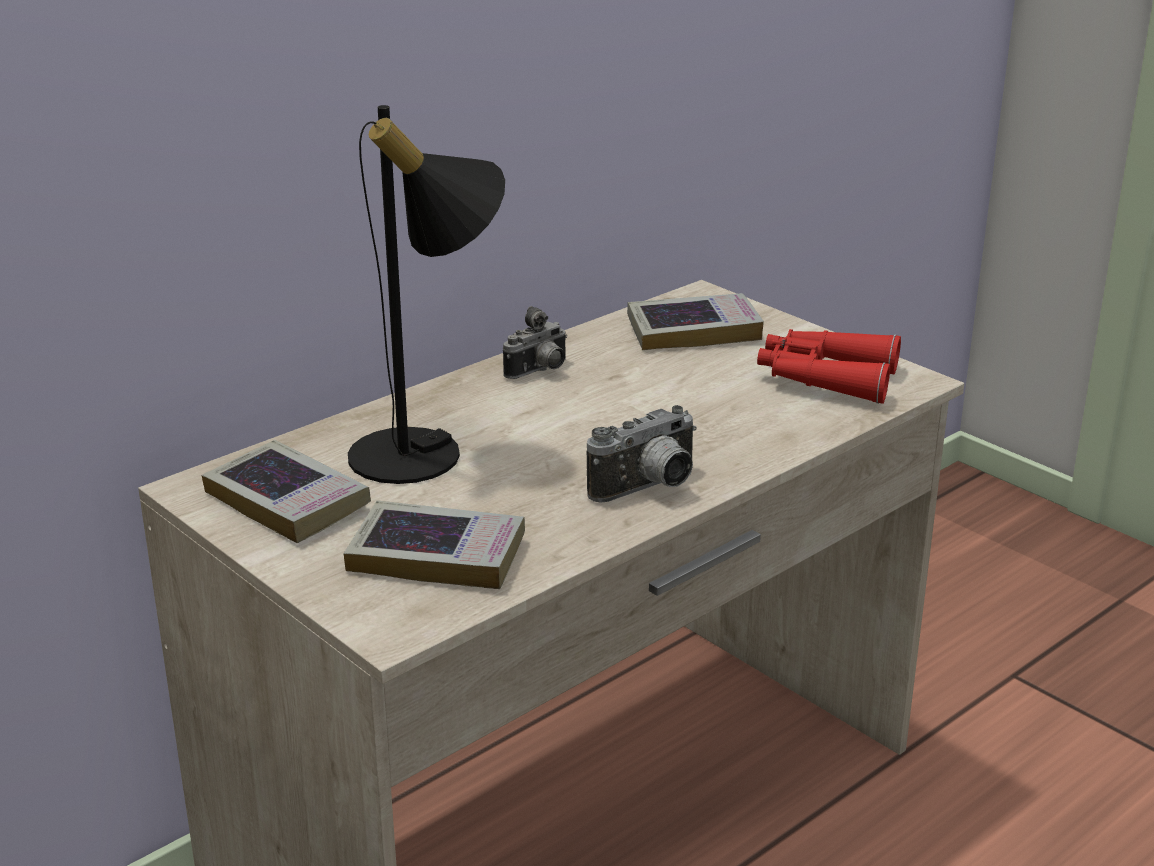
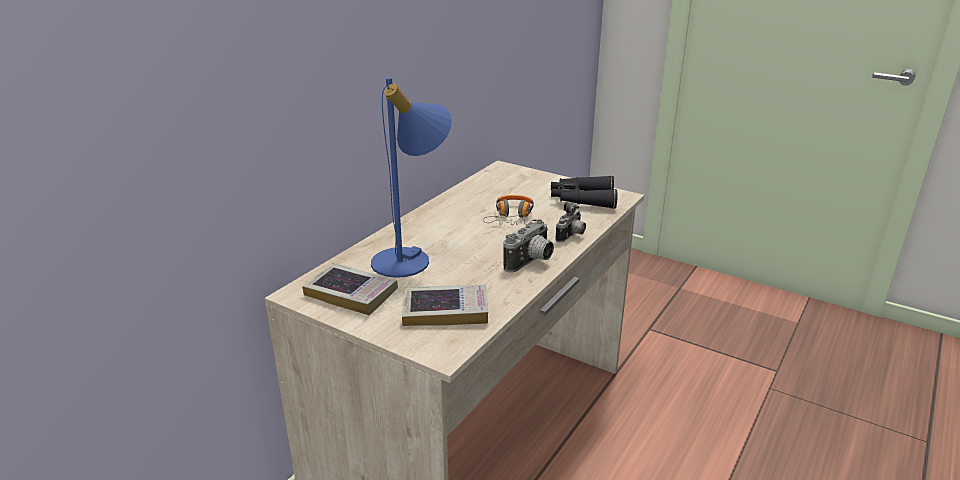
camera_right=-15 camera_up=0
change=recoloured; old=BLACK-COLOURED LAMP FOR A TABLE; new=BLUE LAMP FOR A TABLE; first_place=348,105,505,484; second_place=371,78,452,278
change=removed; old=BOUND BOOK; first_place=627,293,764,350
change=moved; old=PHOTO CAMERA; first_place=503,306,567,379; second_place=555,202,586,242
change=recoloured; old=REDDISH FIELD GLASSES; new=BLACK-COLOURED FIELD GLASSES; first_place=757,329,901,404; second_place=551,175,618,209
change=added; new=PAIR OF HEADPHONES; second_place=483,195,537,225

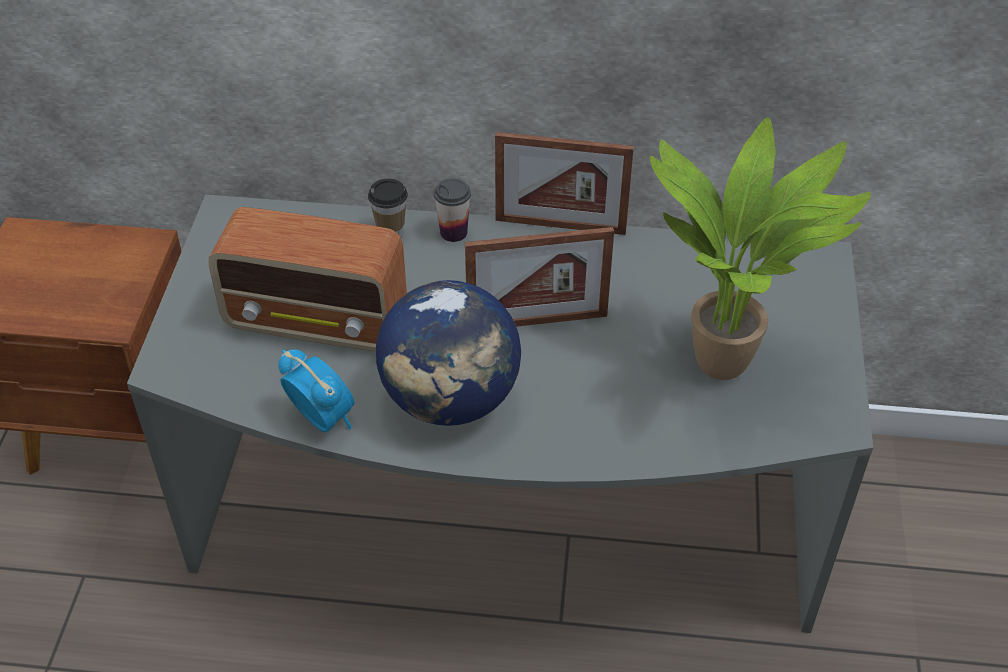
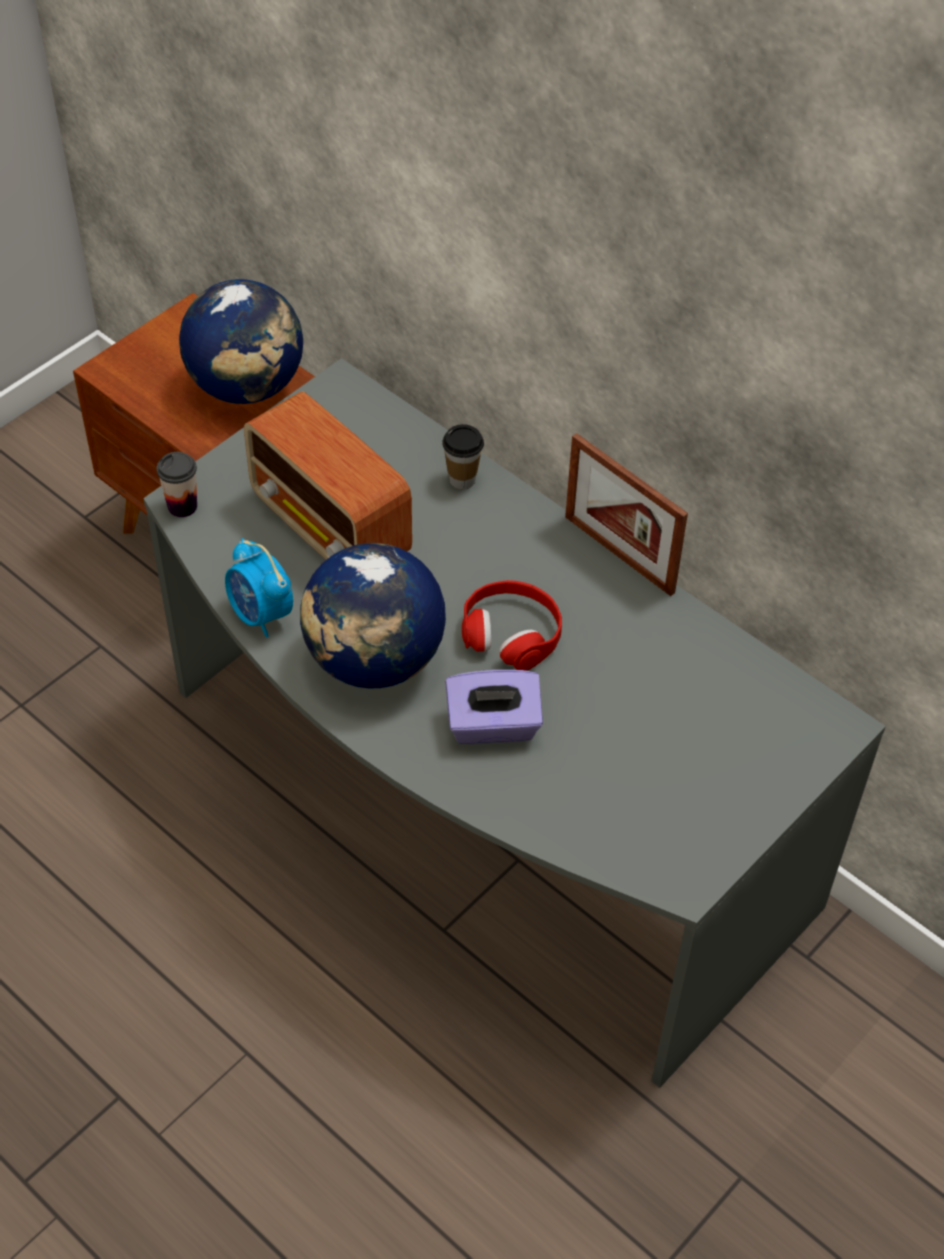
camera_right=35 camera_up=5
change=removed; old=POTTED PLANT; first_place=650,117,871,380
change=moved; old=SMALL CUP; first_place=434,178,471,242; second_place=156,452,197,517
change=replaced; old=PICTURE FRAME; new=REDDISH PAIR OF HEADPHONES; first_place=465,227,614,327; second_place=462,580,562,671
change=turned; old=TABLE CLOCK; first_place=278,349,354,432; second_place=225,538,293,638; degrees=150
change=added; new=WORLD GLOBE; second_place=179,279,303,404
change=added; new=PURPLE-COLOURED TISSUE BOX; second_place=445,670,543,744

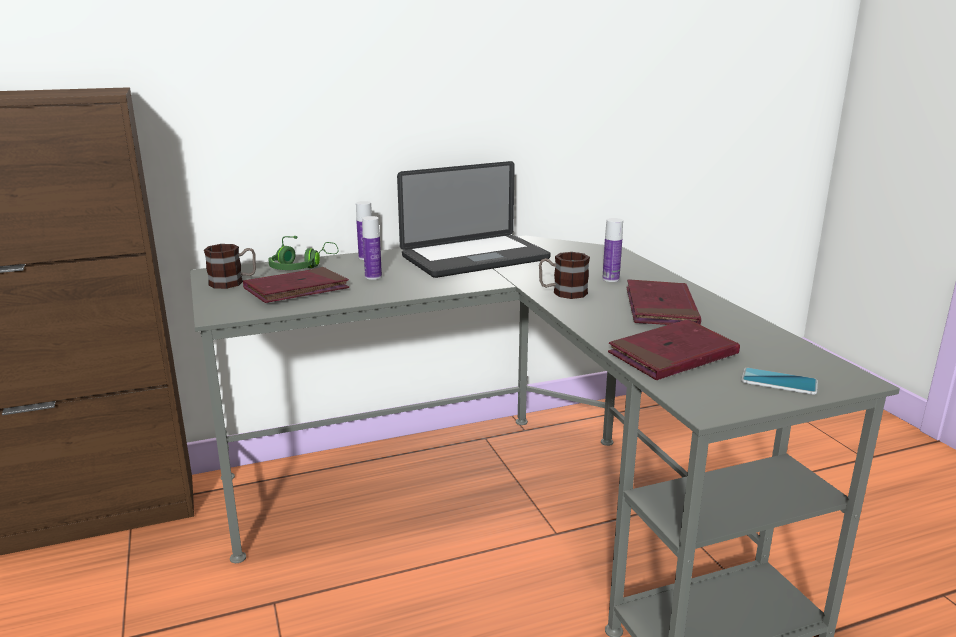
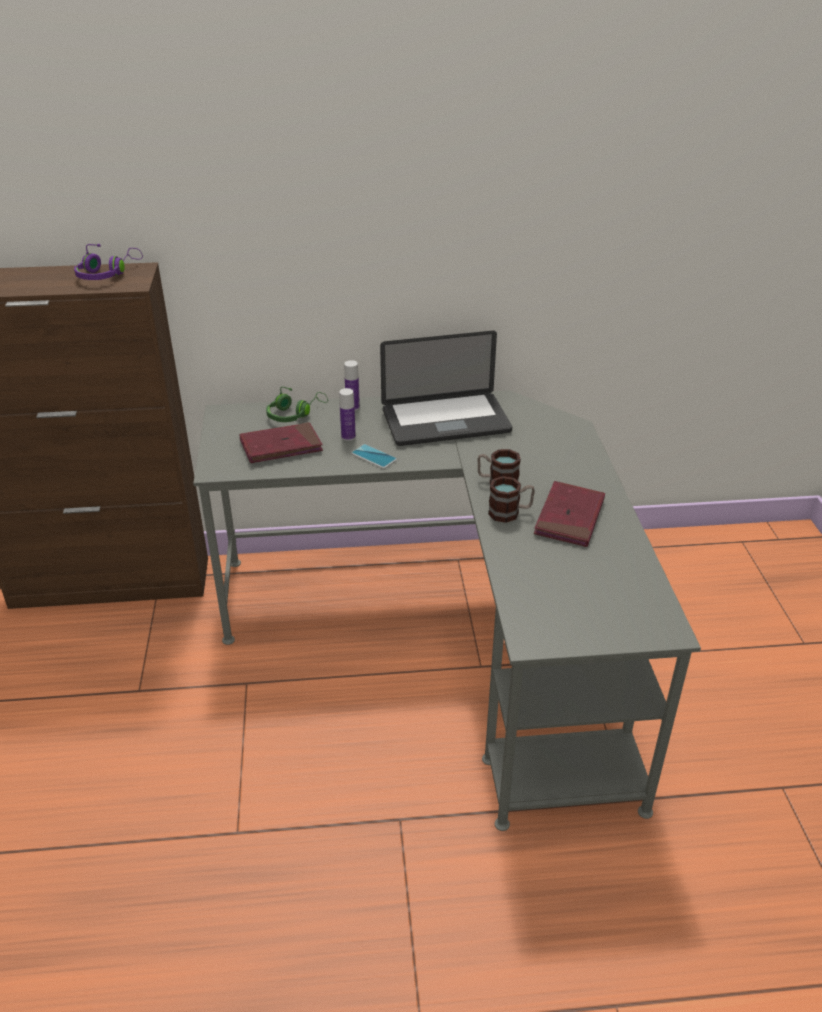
camera_right=15 camera_up=15
change=removed; old=BEVERAGE BOTTLE; first_place=602,218,623,282
change=moved; old=MUG; first_place=204,244,256,289; second_place=488,476,535,523
change=removed; old=REDDISH BOUND BOOK; first_place=608,319,740,380
change=moved; old=PHONE; first_place=741,367,818,395; second_place=351,444,397,469
change=added; new=PURPLE-COLOURED PAIR OF HEADPHONES; second_place=74,244,143,280

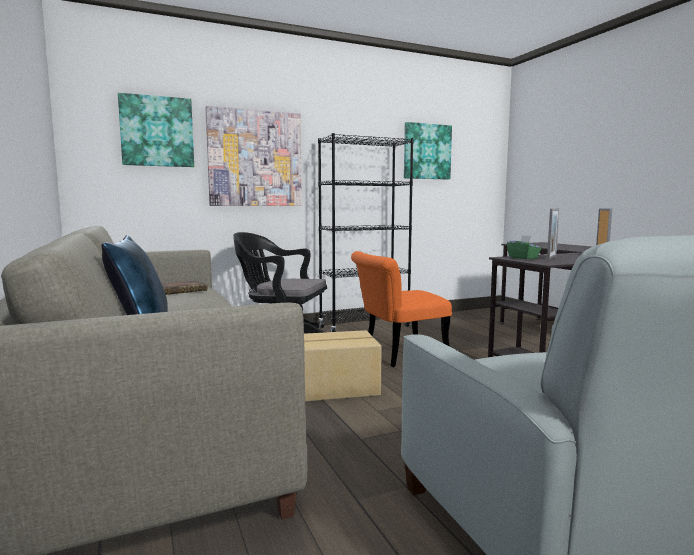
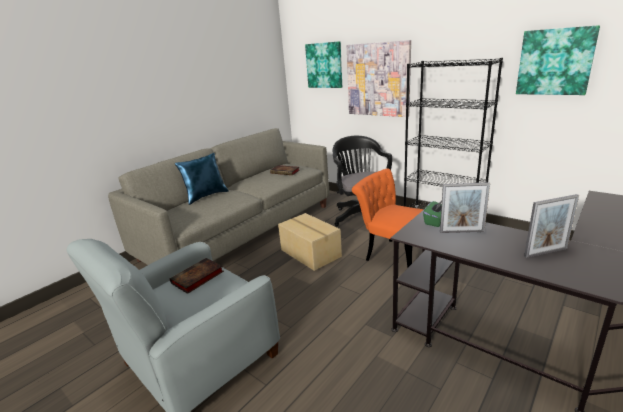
camera_right=65 camera_up=15
change=added; new=BOUND BOOK; second_place=170,258,224,294

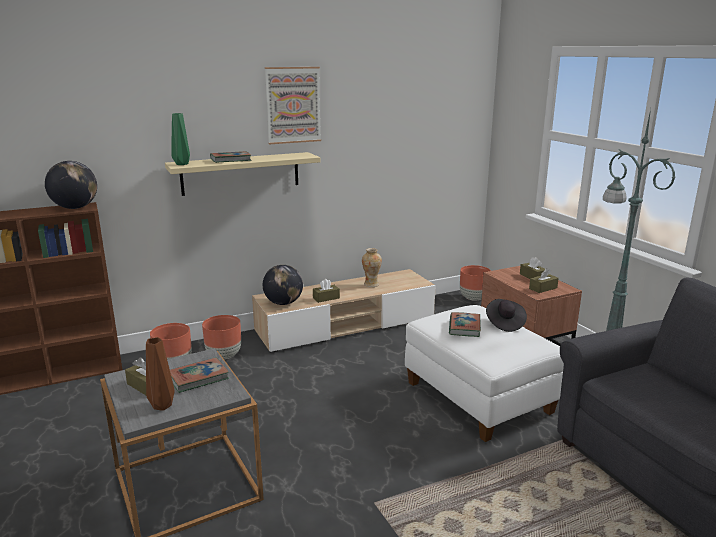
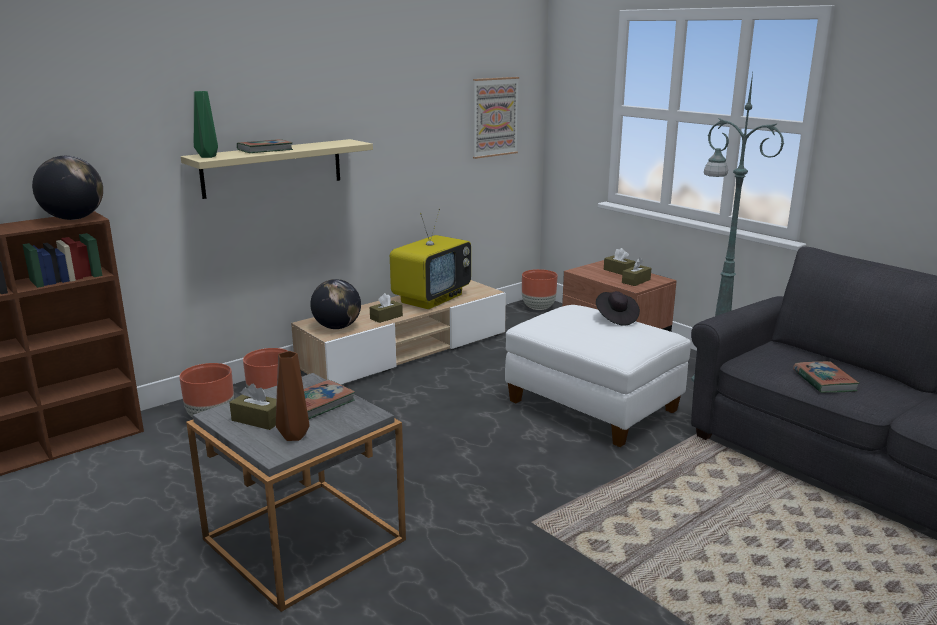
camera_right=-15 camera_up=0
change=moved; old=PICTURE; first_place=265,67,321,144; second_place=473,77,519,159
change=replaced; old=DECORATIVE VASE; new=TV; first_place=362,248,382,287; second_place=390,208,471,309
change=moved; old=BOUND BOOK; first_place=449,312,481,337; second_place=793,361,860,393

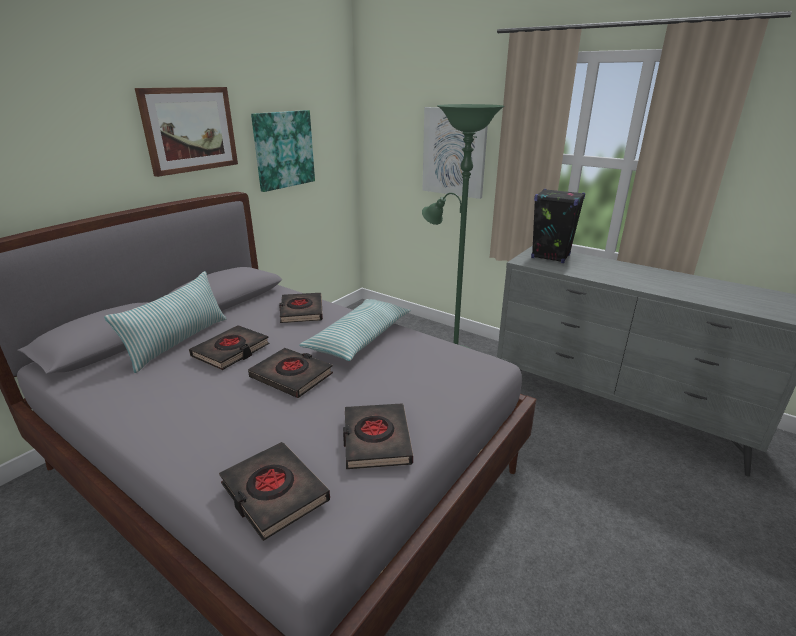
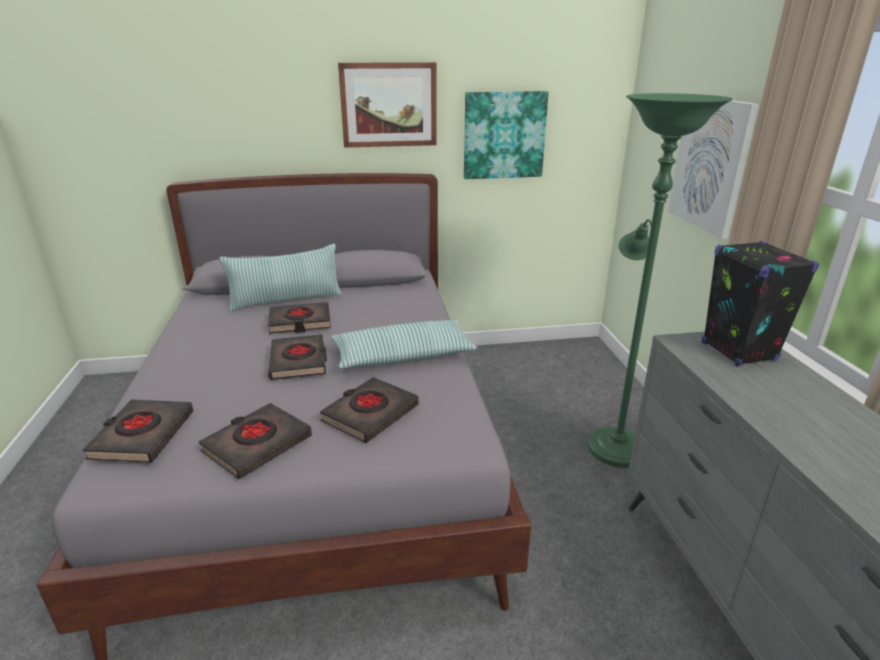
camera_right=45 camera_up=0
change=moved; old=BLACK-COLOURED BOUND BOOK; first_place=279,293,323,323; second_place=320,377,419,443

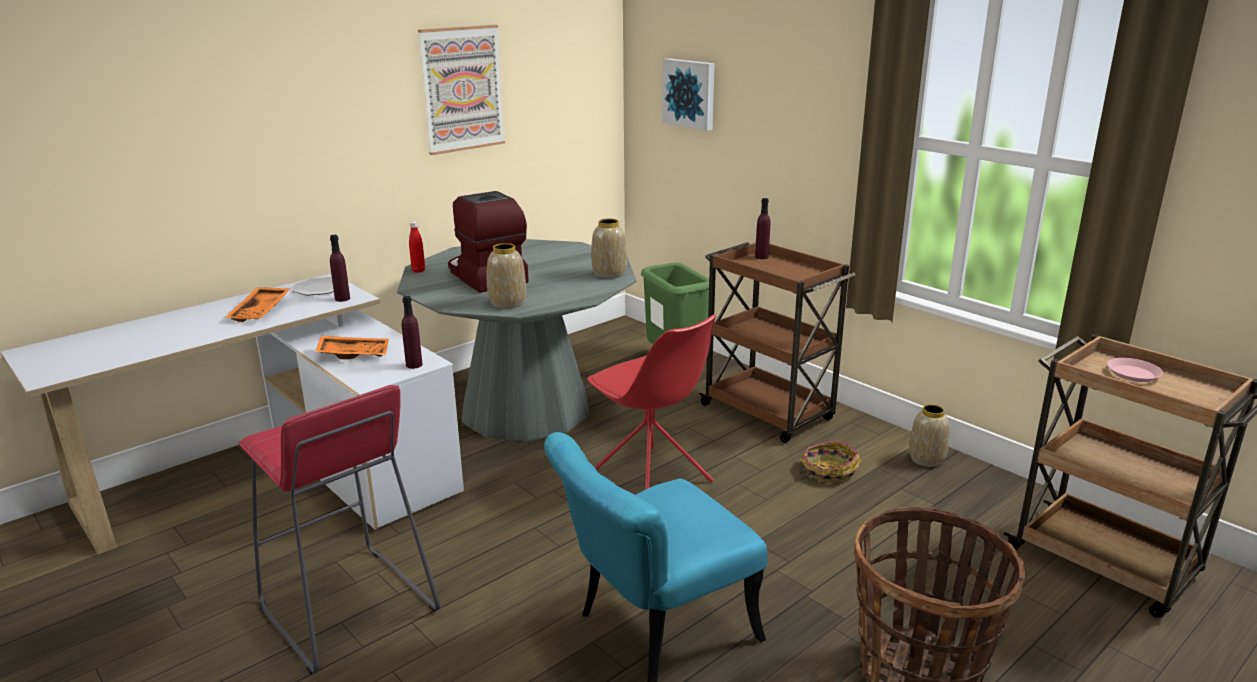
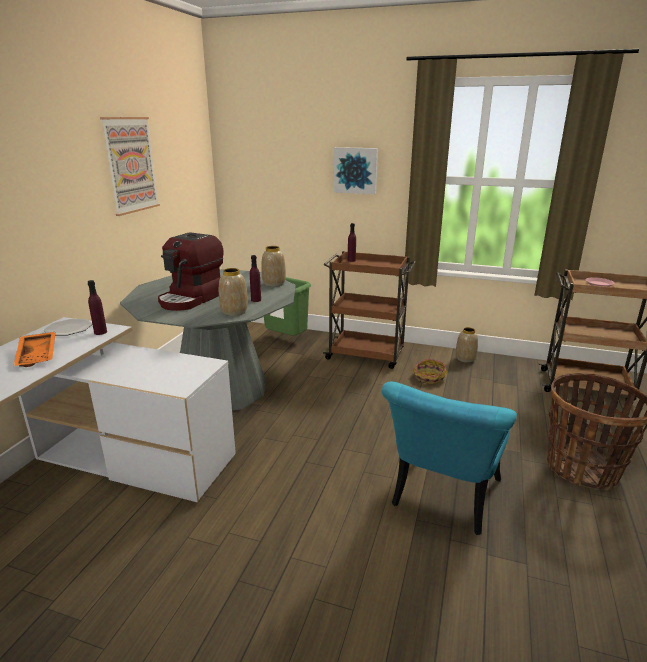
camera_right=-30 camera_up=0
change=moved; old=PICTURE; first_place=663,58,715,131; second_place=334,147,378,194
change=turned; old=COFFEE BREWER; first_place=448,191,529,293; second_place=158,232,224,311; degrees=-90
change=removed; old=REDDISH BEVERAGE BOTTLE; first_place=409,221,425,273
change=moved; old=PURPLE-COLOURED BEVERAGE BOTTLE; first_place=402,296,423,369; second_place=250,255,261,302
change=removed; old=REDDISH PLAIN CHAIR; first_place=587,315,716,490
change=removed; old=ORANGE-COLOURED TRAY; first_place=315,336,389,359
change=removed; old=REDDISH SITTING STOOL; first_place=239,385,441,674

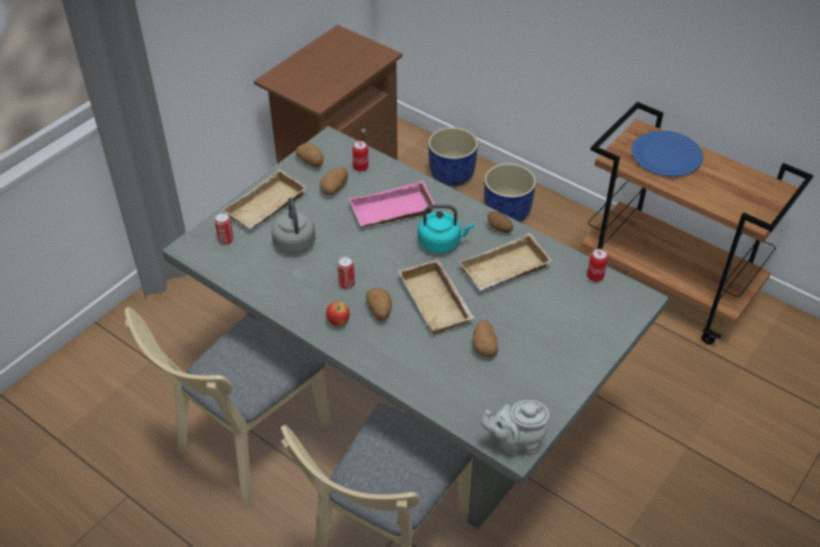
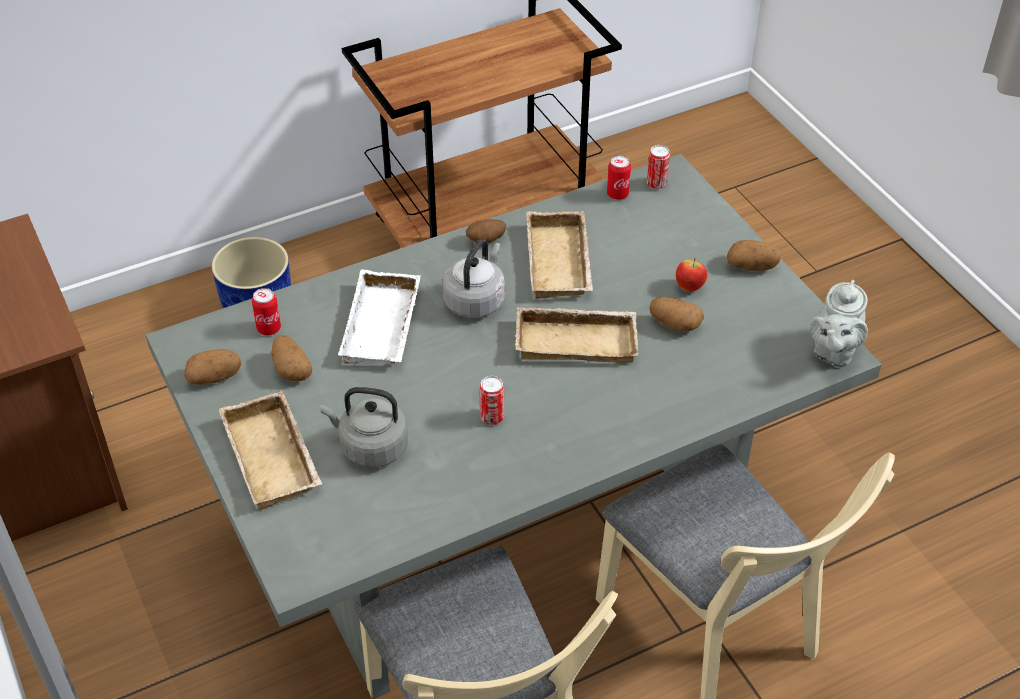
camera_right=-65 camera_up=0
change=removed; old=BLUE PLANT POT; first_place=428,127,478,187
change=removed; old=BLUE DINNER PLATE; first_place=631,131,703,177
change=recoloured; old=PINKISH TRAY; new=WHITE-COLOURED TRAY; first_place=349,180,435,227; second_place=338,269,420,365
change=recoloured; old=BLUE-GREEN KETTLE; new=GREYISH KETTLE; first_place=418,204,474,254; second_place=443,239,505,318
change=moved; old=CAN; first_place=214,212,234,245; second_place=647,145,670,189
change=moved; old=POTATO; first_place=366,288,392,321; second_place=727,240,781,271
change=moved; old=APPLE FRUIT; first_place=326,302,350,326; second_place=676,258,707,292

